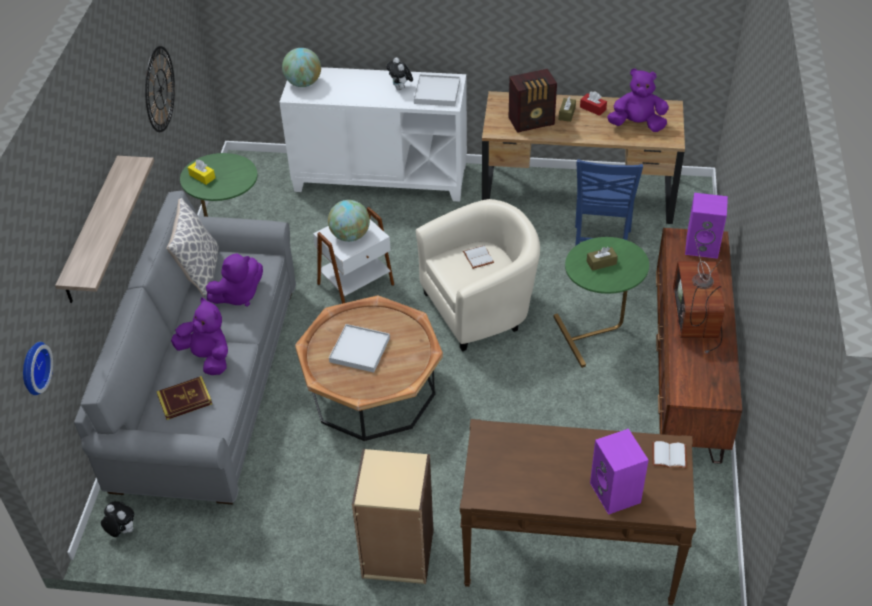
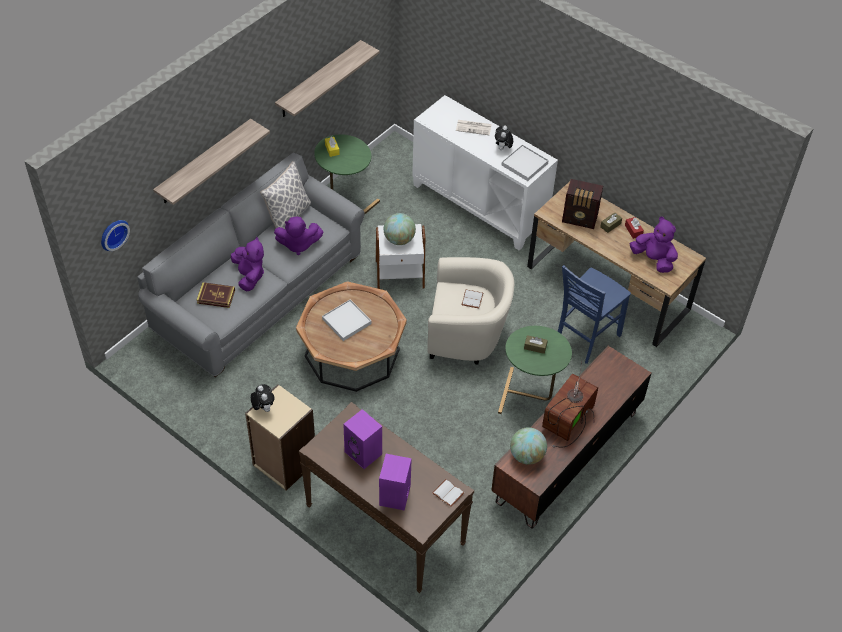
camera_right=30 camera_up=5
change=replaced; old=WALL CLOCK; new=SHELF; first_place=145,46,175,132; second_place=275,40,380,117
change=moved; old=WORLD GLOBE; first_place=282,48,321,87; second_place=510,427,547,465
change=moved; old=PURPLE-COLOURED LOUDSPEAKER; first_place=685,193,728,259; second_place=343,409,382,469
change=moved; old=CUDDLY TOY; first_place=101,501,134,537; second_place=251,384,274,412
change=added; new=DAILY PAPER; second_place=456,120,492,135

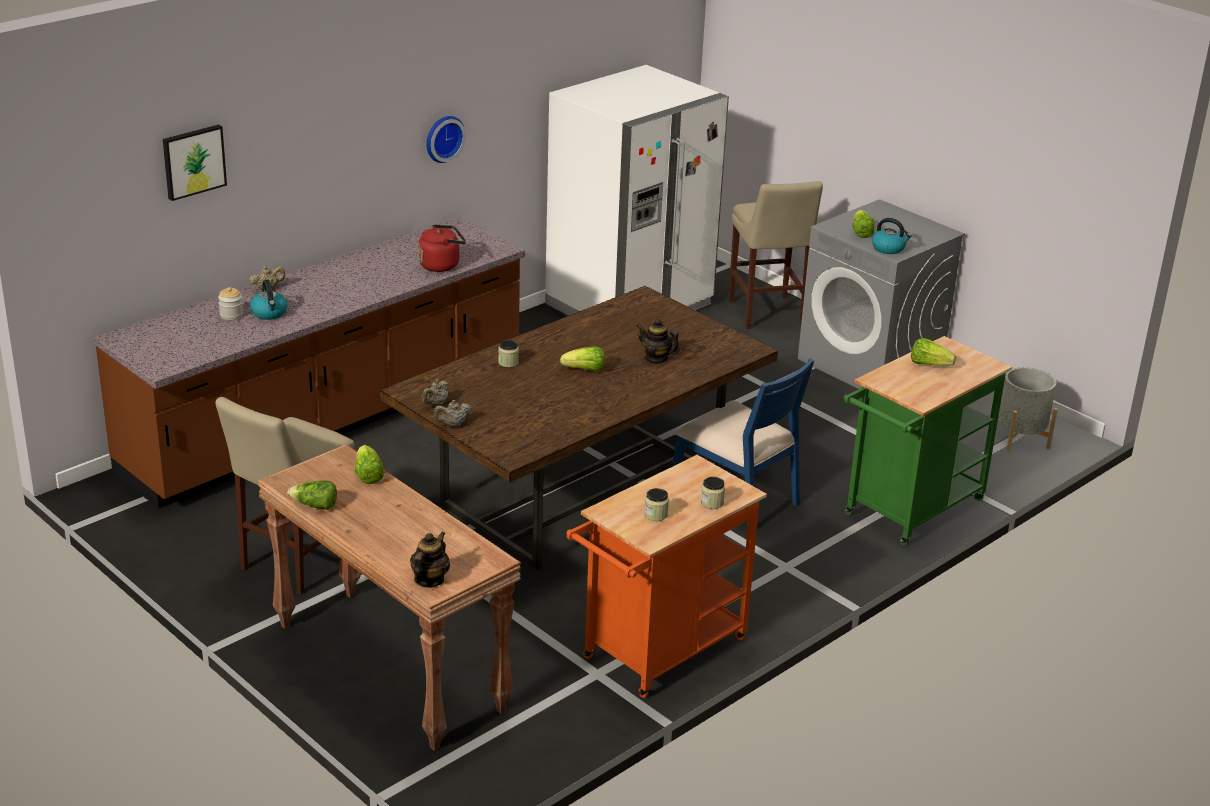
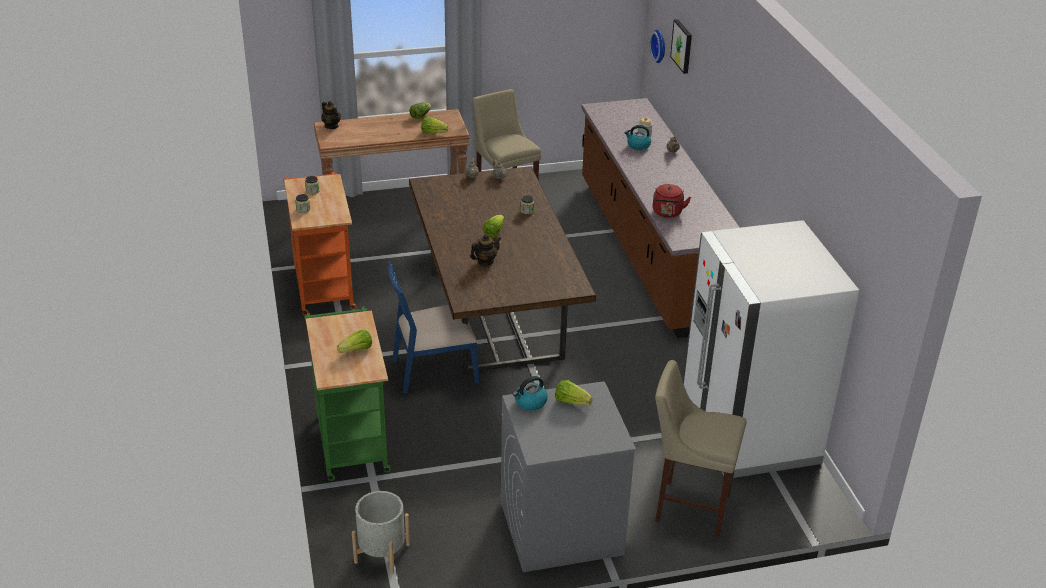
camera_right=120 camera_up=5
change=moved; old=WALL CLOCK; first_place=426,116,466,163; second_place=650,30,665,63

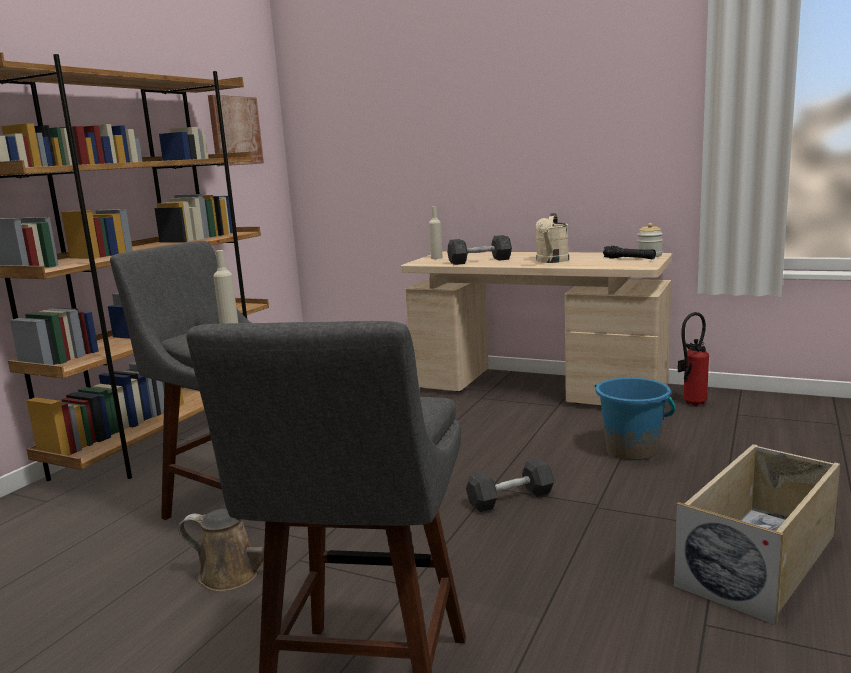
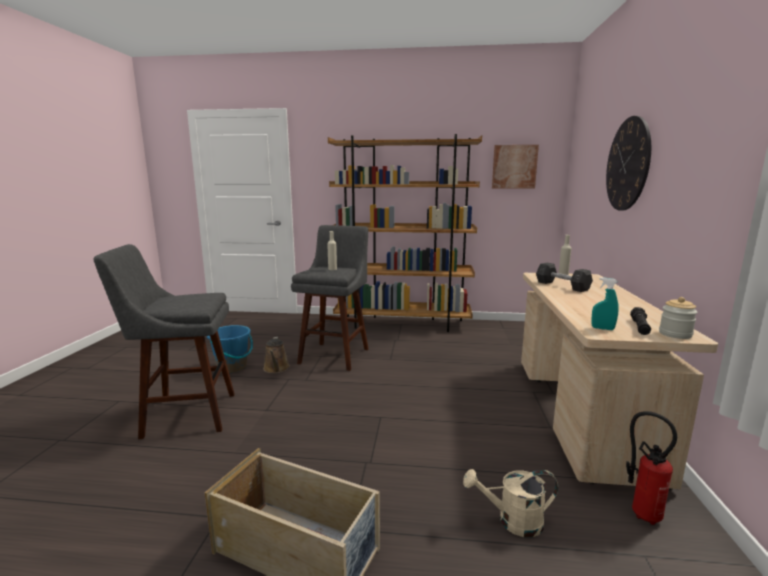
camera_right=70 camera_up=0
change=moved; old=BEIGE-COLOURED WATERING CAN; first_place=536,213,569,263; second_place=463,469,558,537
change=moved; old=BLUE PAIL; first_place=595,377,676,460; second_place=207,325,253,373
change=removed; old=GREYISH DUMBBELL; first_place=466,458,554,512
change=added; new=WALL CLOCK; second_place=606,116,651,211
change=added; new=BLUE-GREEN SPRAY BOTTLE; second_place=591,277,619,330

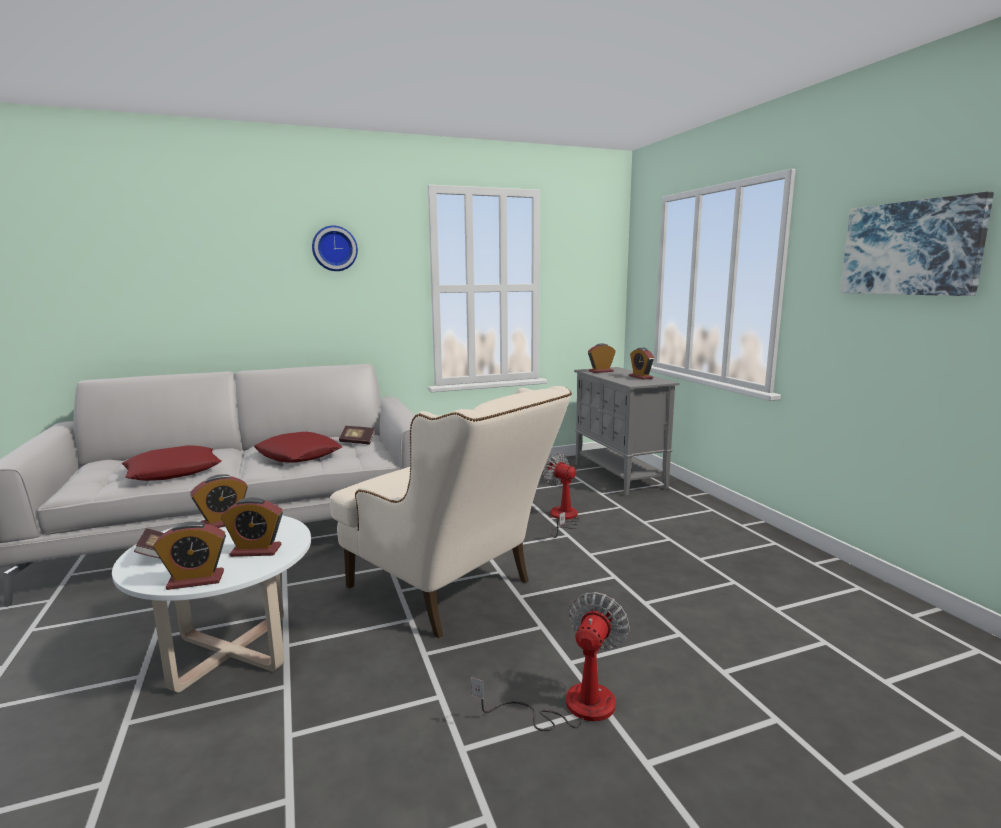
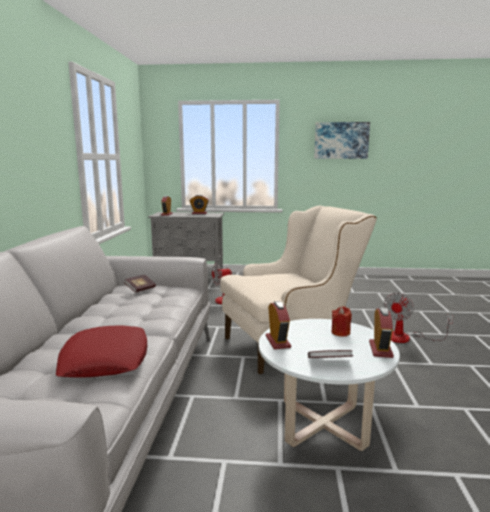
camera_right=-65 camera_up=0
change=removed; old=WALL CLOCK; first_place=312,225,358,271
change=removed; old=REDDISH CUSHION; first_place=254,432,342,463
change=replaced; old=TABLE CLOCK; new=REDDISH CANDLE; first_place=221,497,283,557; second_place=332,306,352,337
change=turned; old=ELECTRIC FAN; first_place=471,592,630,731; second_place=384,293,453,343; degrees=-105

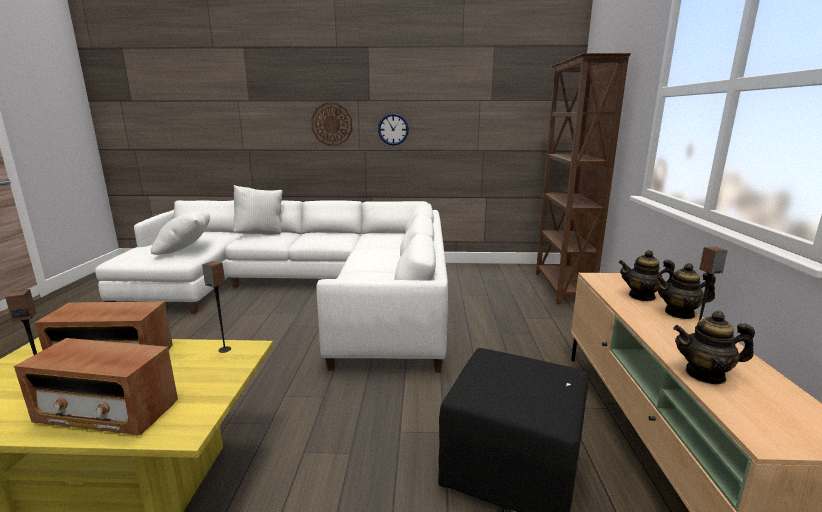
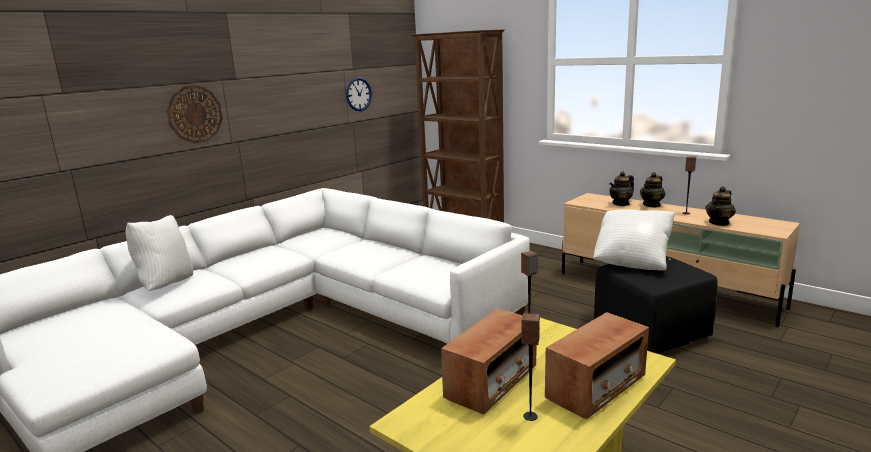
camera_right=-50 camera_up=0
change=moved; old=WALL CLOCK; first_place=378,113,409,146; second_place=346,78,372,111
change=moved; old=WHITE-COLOURED CUSHION; first_place=151,212,210,255; second_place=594,209,675,271

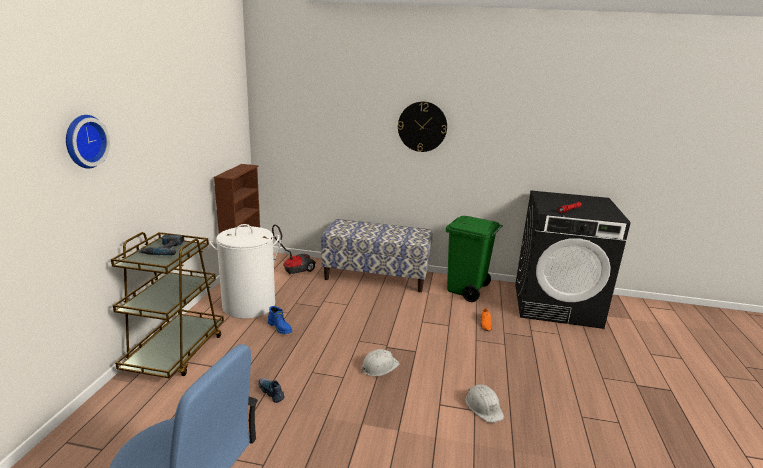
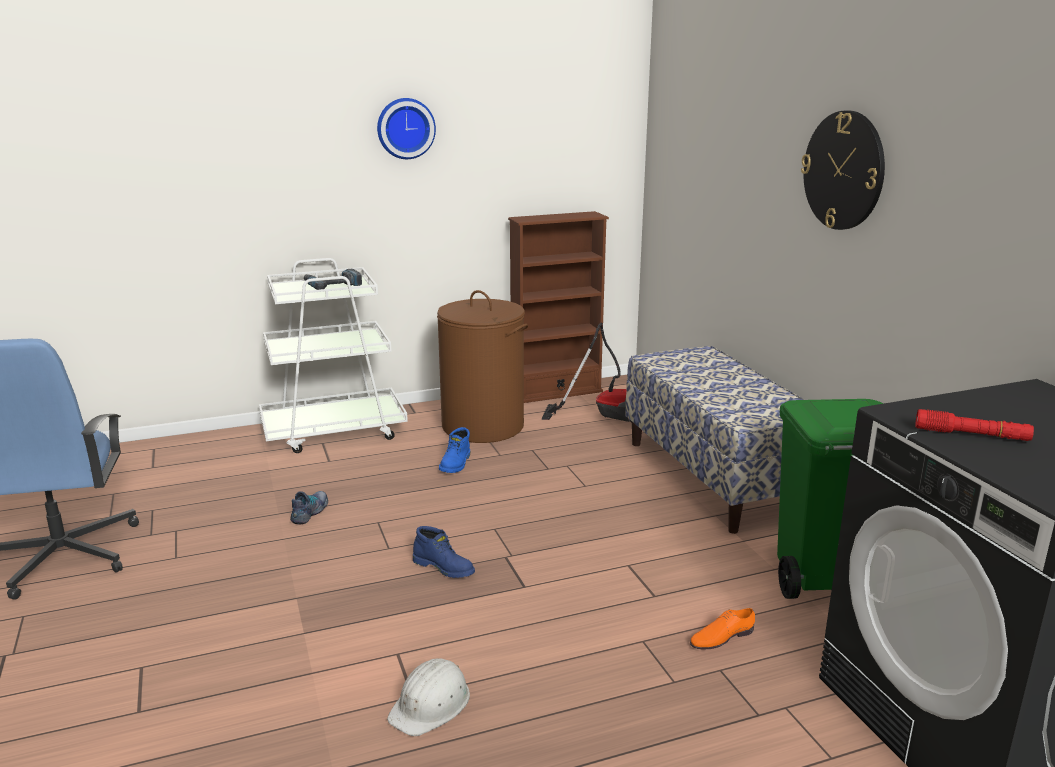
camera_right=60 camera_up=0
change=moved; old=WALL CLOCK; first_place=66,115,110,169; second_place=377,98,436,159
change=recoloured; old=WHITE-COLOURED HAMPER; new=BROWN HAMPER; first_place=210,224,279,319; second_place=437,290,528,443
change=recoloured; old=BROWN WHEELED CART; new=WHITE-COLOURED WHEELED CART; first_place=111,232,224,378; second_place=259,258,408,453
change=replaced; old=WHITE-COLOURED SAFETY HELMET; new=BLUE BOOT; first_place=361,349,400,376; second_place=413,526,475,578

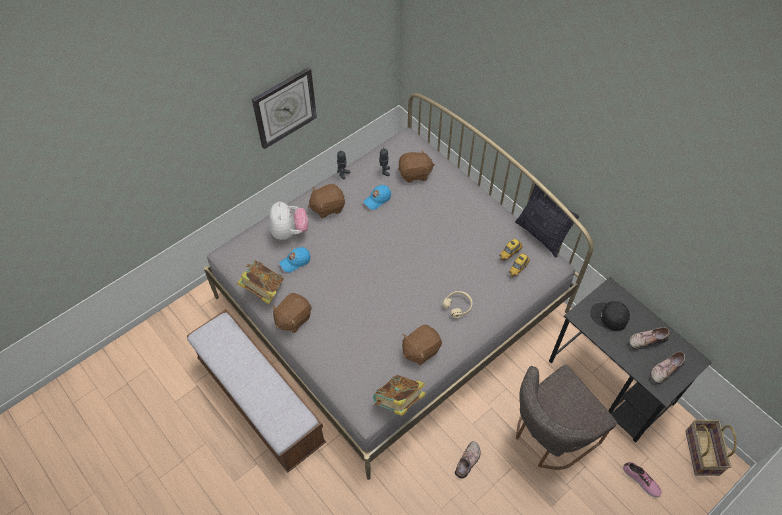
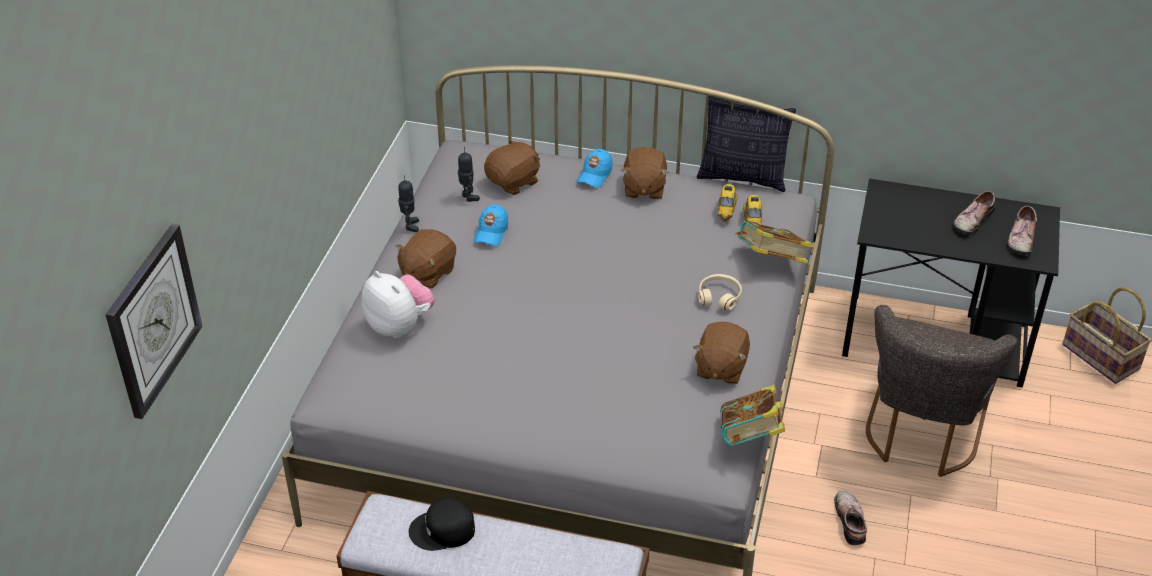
camera_right=-35 camera_up=-15
change=moved; old=WALL CLOCK; first_place=252,67,317,149; second_place=105,224,203,419
change=moved; old=BLUE CAP; first_place=280,247,310,273; second_place=577,149,613,188
change=moved; old=BOUND BOOK; first_place=237,260,284,304; second_place=736,221,814,264
change=moved; old=BROWN CUDDLY TOY; first_place=272,293,312,333; second_place=621,147,669,199
change=moved; old=BLACK-COLOURED CAP; first_place=590,301,630,331; second_place=409,497,475,551
change=removed; old=SHOE; first_place=623,462,662,497

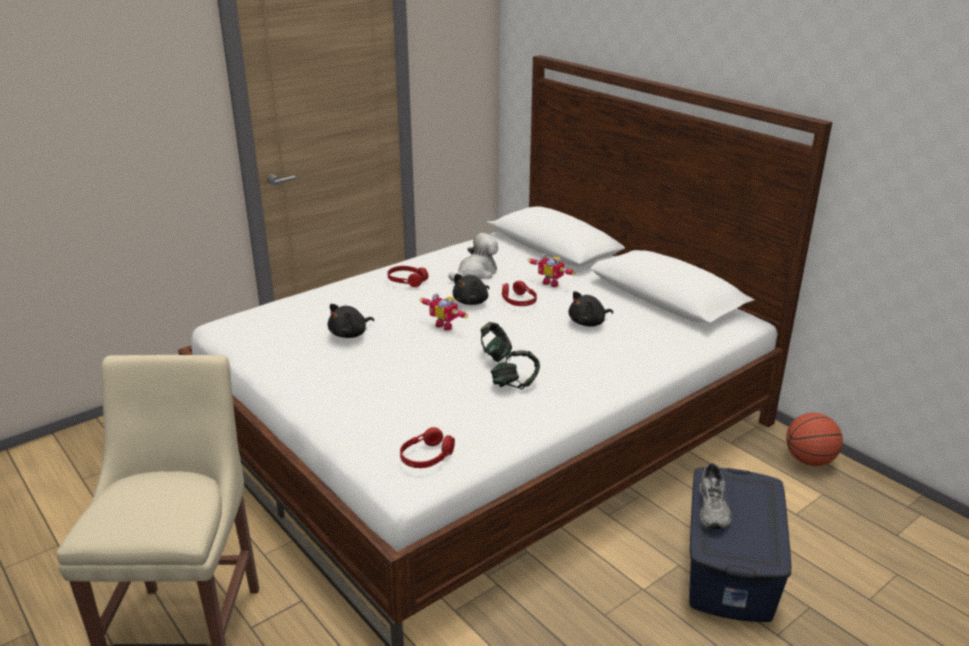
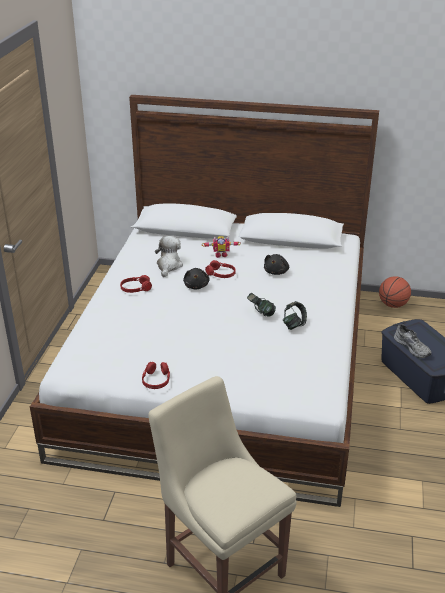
camera_right=-40 camera_up=5
change=removed; old=TOY ROBOT; first_place=420,293,468,331
change=removed; old=BLACK-COLOURED CUDDLY TOY; first_place=328,304,374,338
change=moved; old=REDDISH PAIR OF HEADPHONES; first_place=400,427,455,468; second_place=142,362,170,389

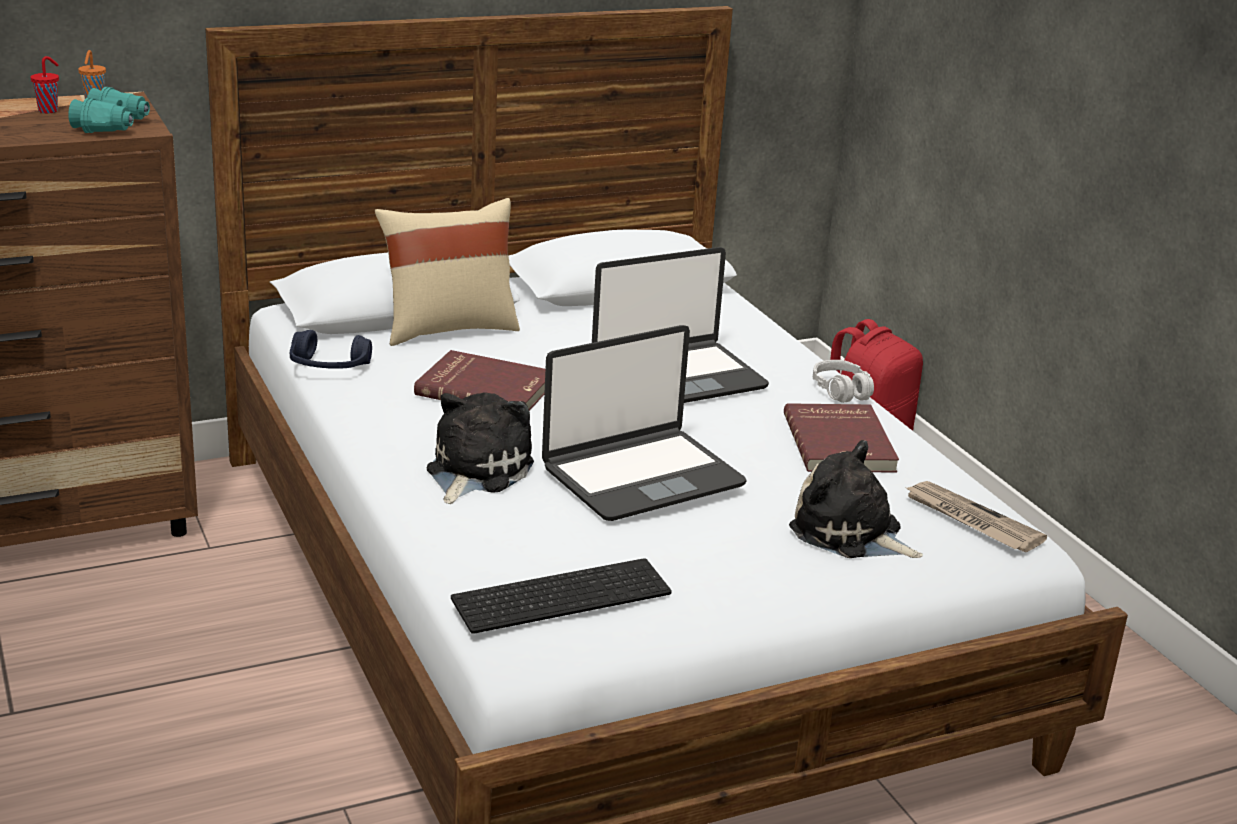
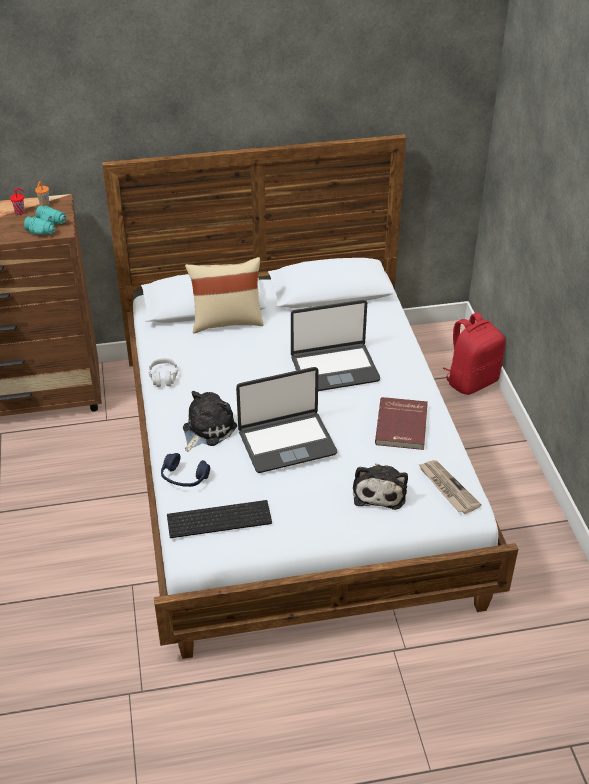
camera_right=15 camera_up=15
change=moved; old=BLUE PAIR OF HEADPHONES; first_place=290,330,372,369; second_place=161,453,210,487
change=removed; old=REDDISH BOUND BOOK; first_place=414,350,545,411
change=moved; old=GREYISH PAIR OF HEADPHONES; first_place=813,360,874,403; second_place=148,358,178,387
change=turned; old=CUDDLY TOY; first_place=789,440,923,558; second_place=353,463,408,510; degrees=-135

